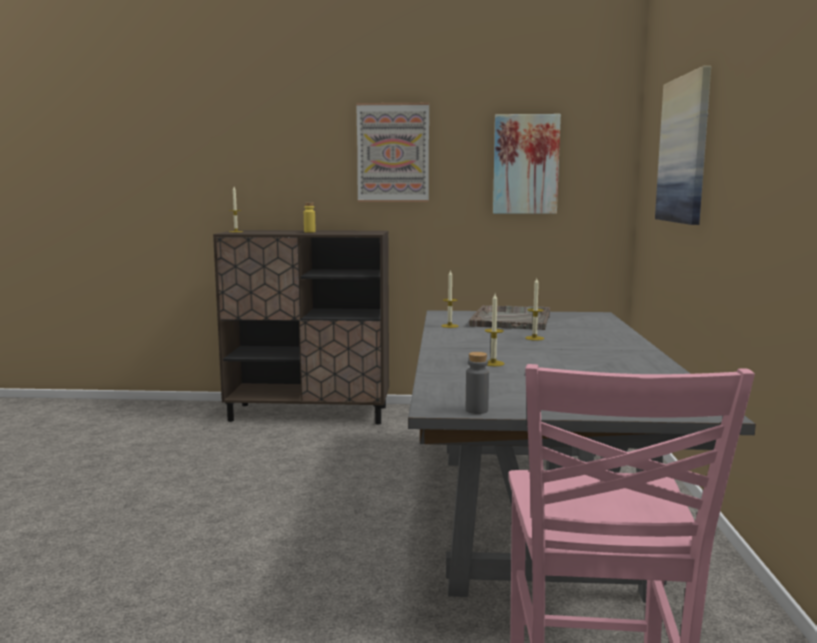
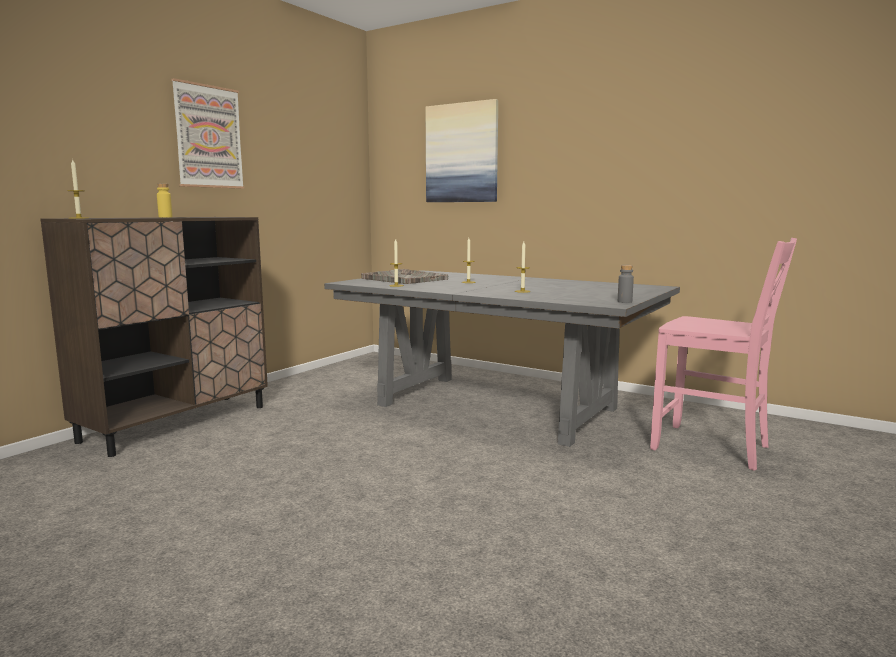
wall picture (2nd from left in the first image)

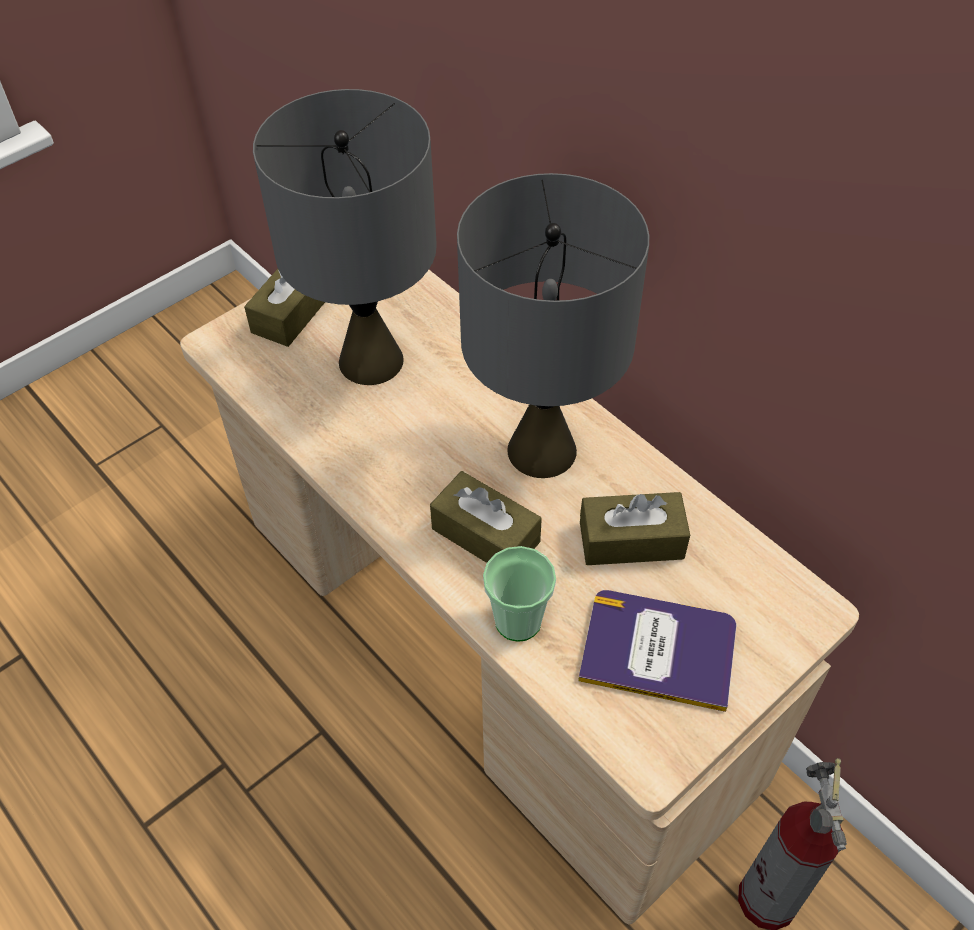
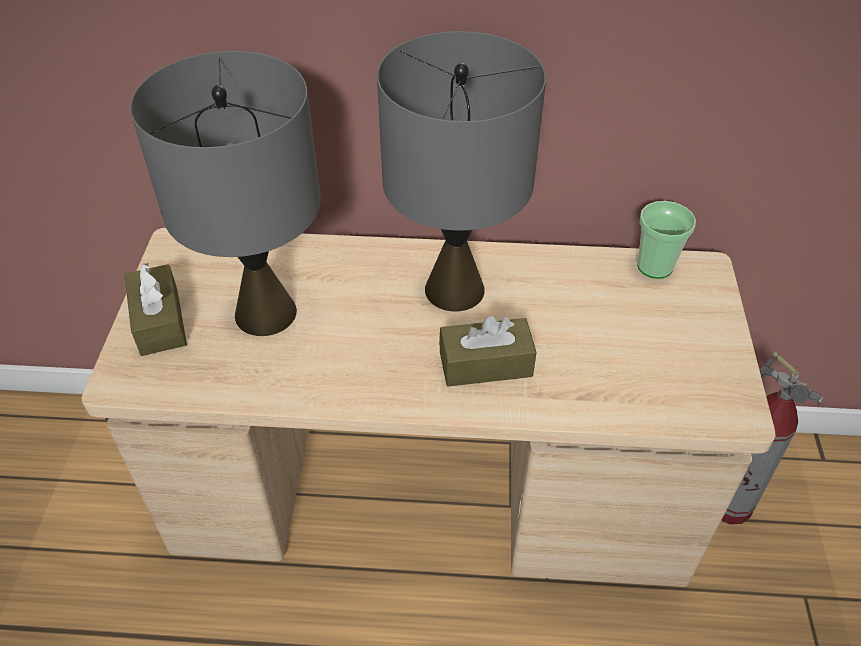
small cup
volume
box of tissues (brown-coloured) (3rd from left in the first image)

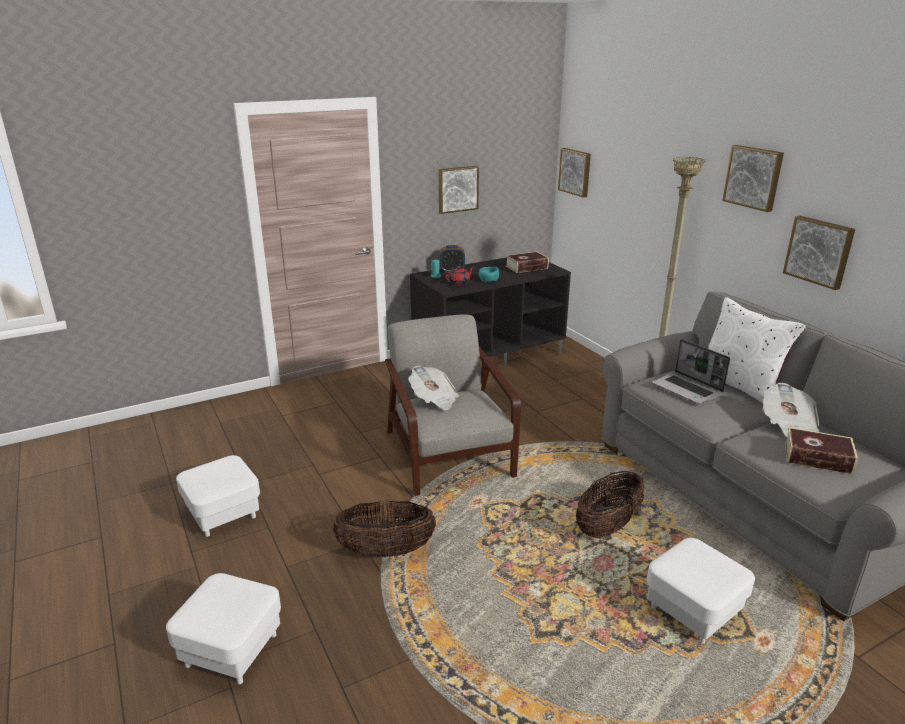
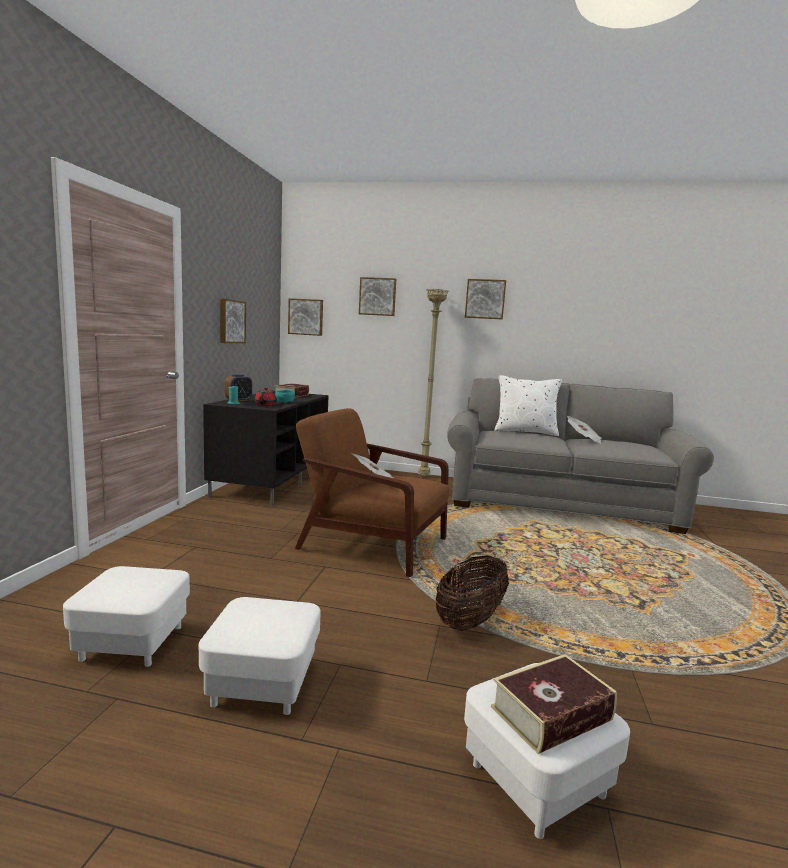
footrest (whitish) (1st from left)
lounge chair (brown-coloured)
wall picture (3rd from left)
volume (2nd from left)
basket (2nd from left in the first image)
laptop

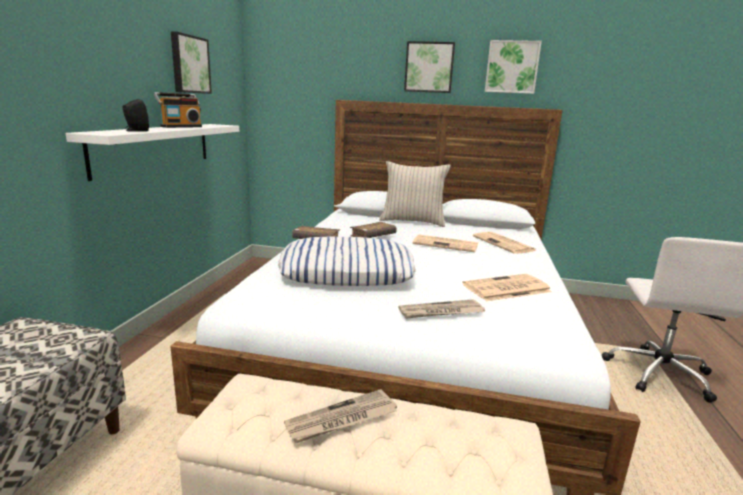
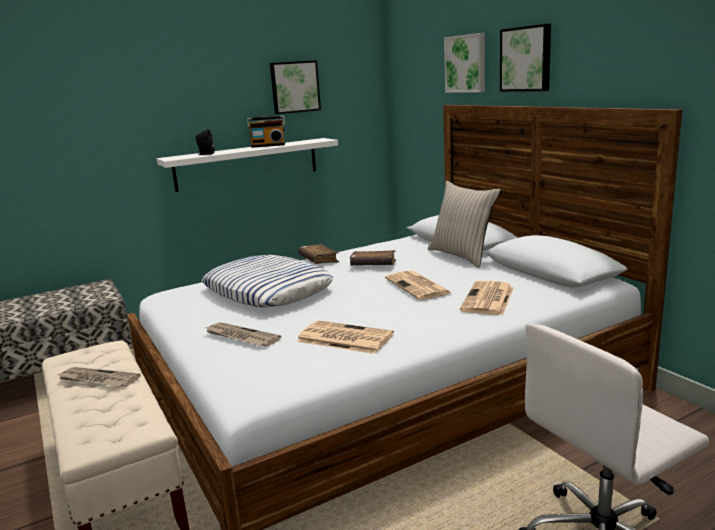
wall picture (2nd from left)

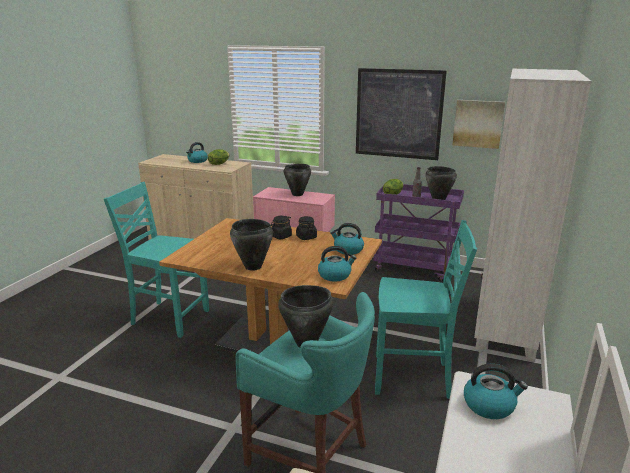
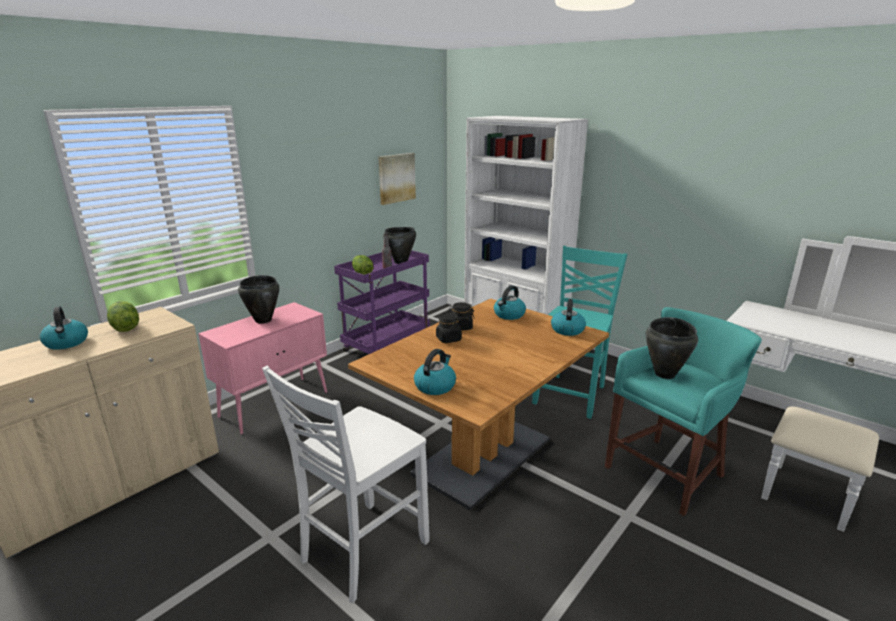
plain chair (whitish)
kettle (2nd from left)
stockpot (black) (1st from left in the first image)
wall picture (1st from left in the first image)

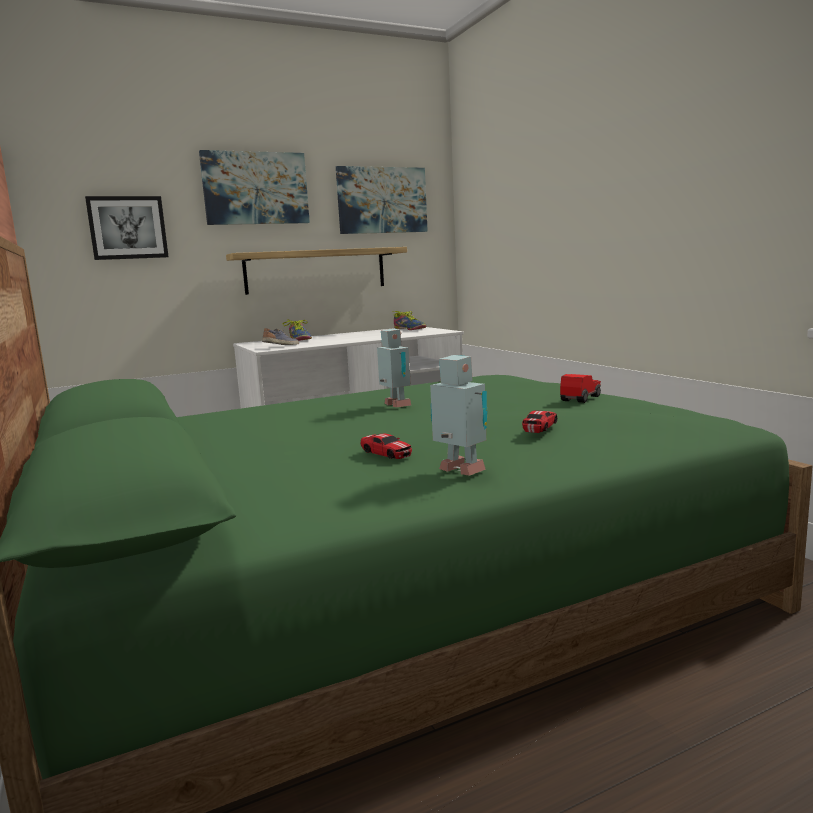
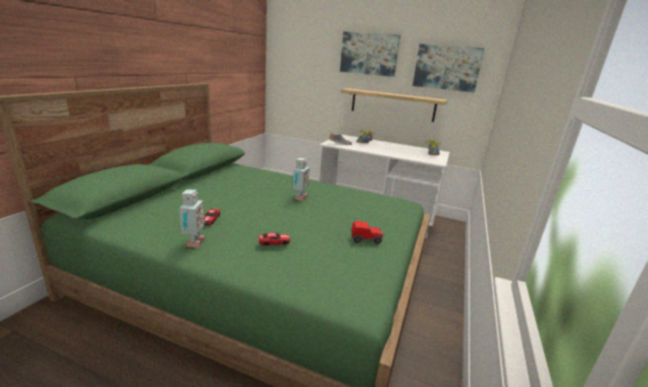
wall picture (1st from left in the first image)

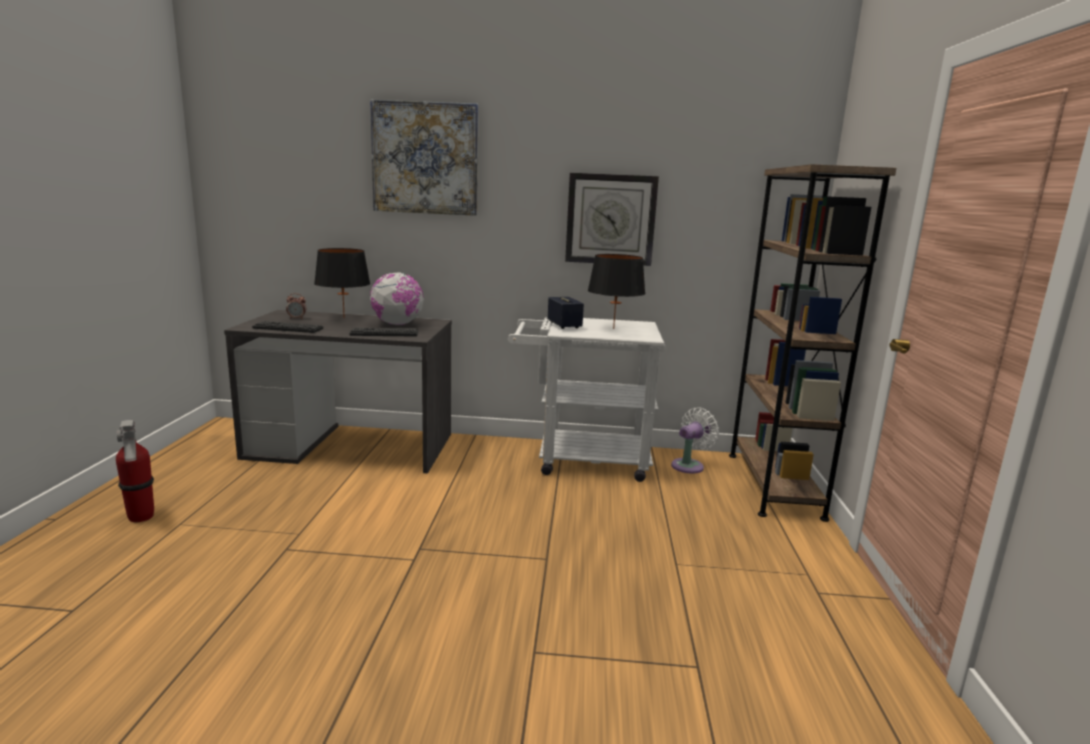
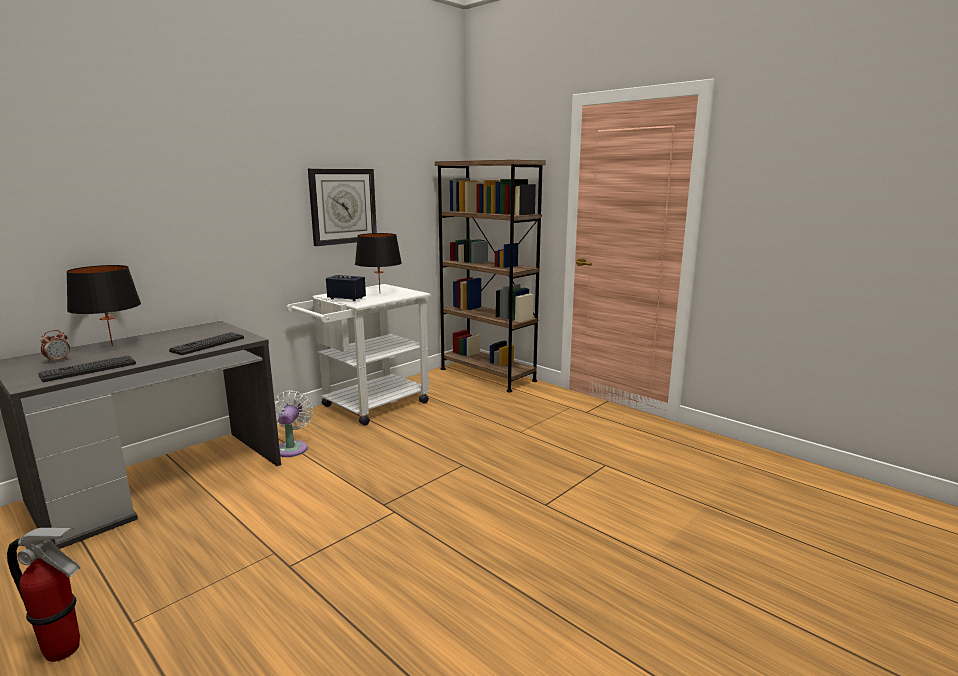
fan (whitish)
wall picture
desk globe

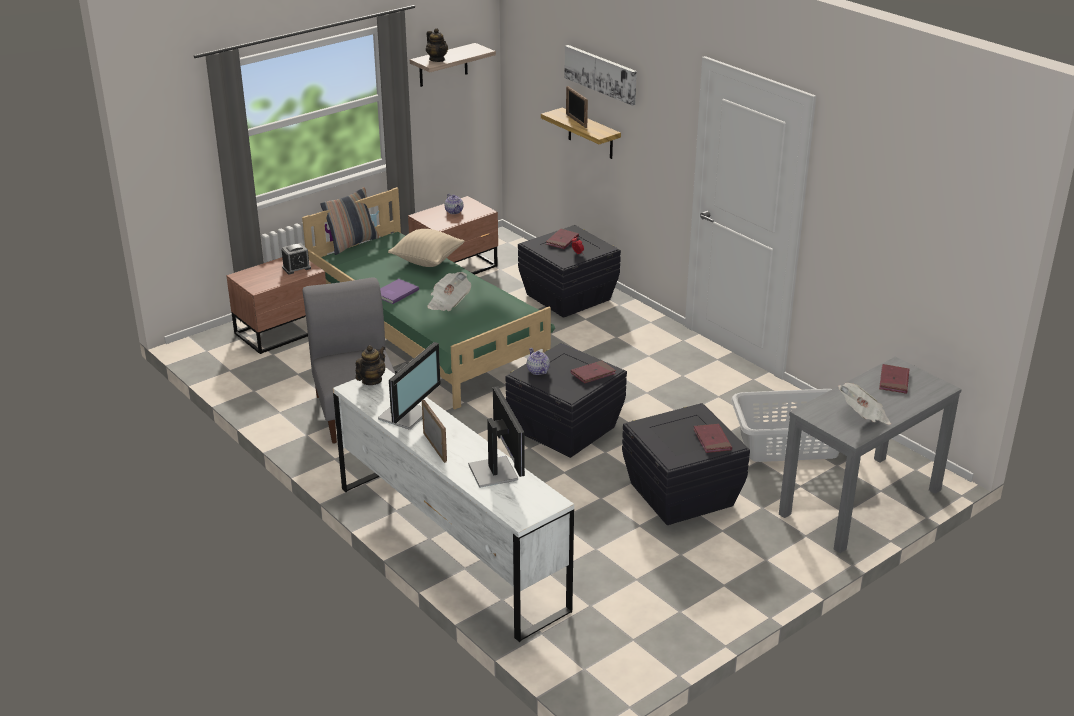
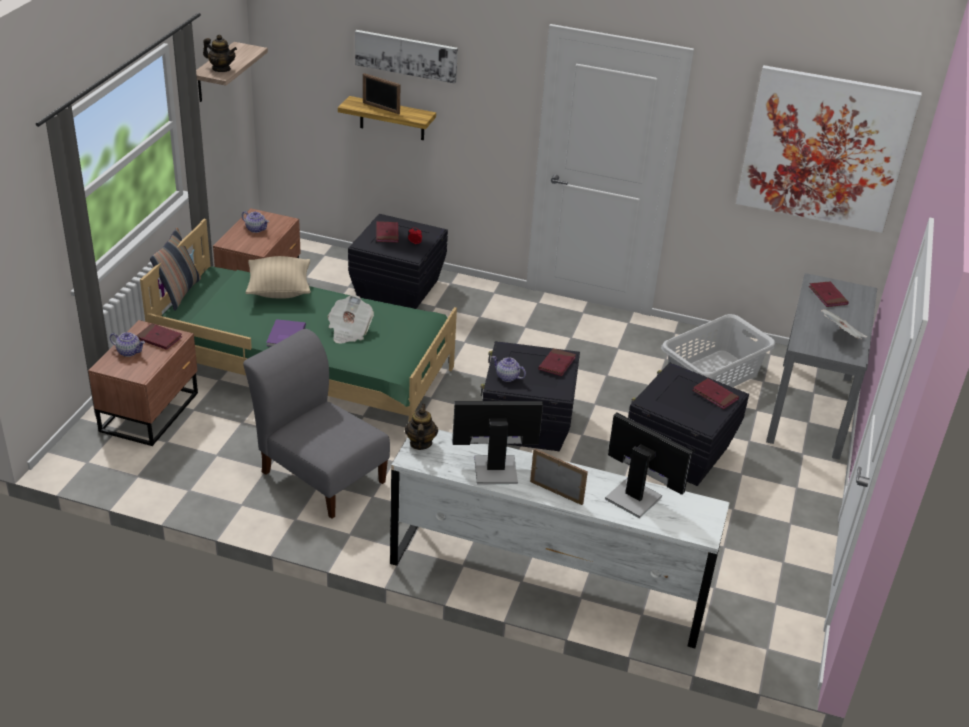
teapot (1st from left)
volume (red-coloured) (1st from left)
computer display (1st from left)
wall picture (2nd from left)

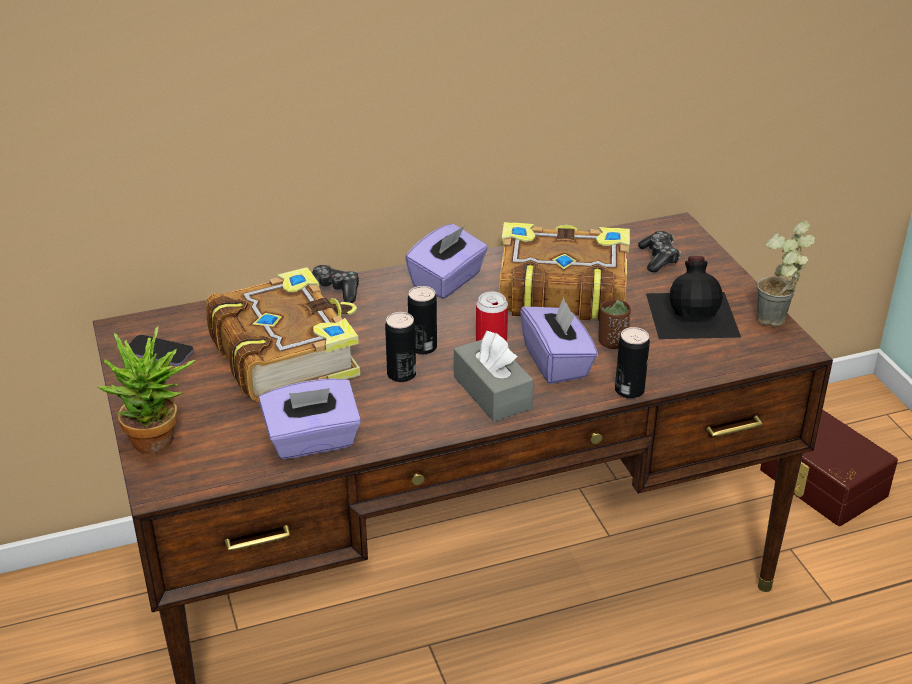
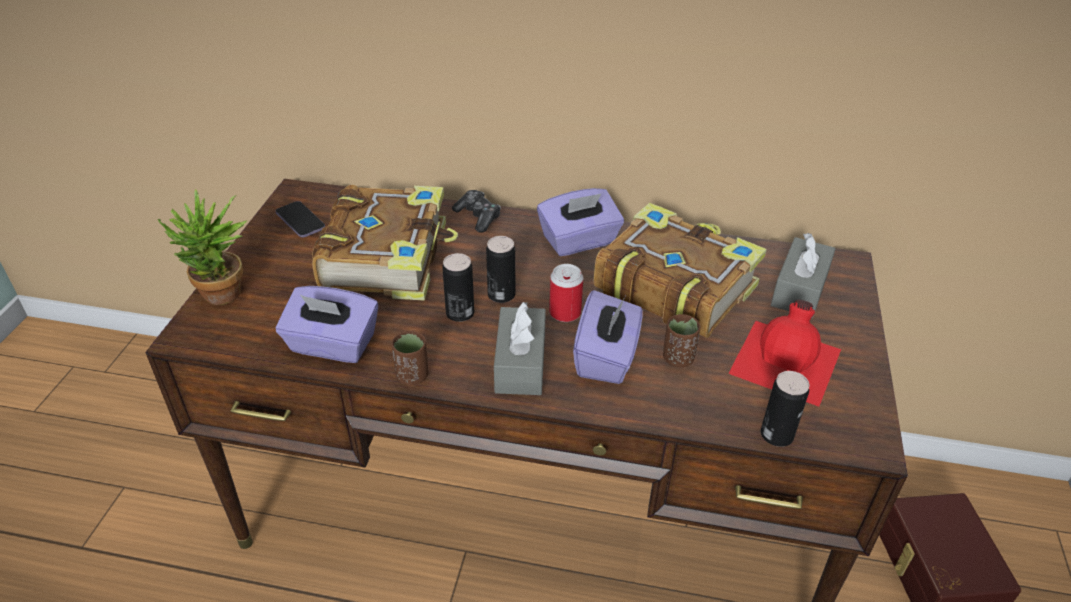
small cup (brown-coloured) (1st from left)
bottle (red-coloured)
can (4th from left)
box of tissues (grey) (2nd from left)
potted plant (2nd from left in the first image)

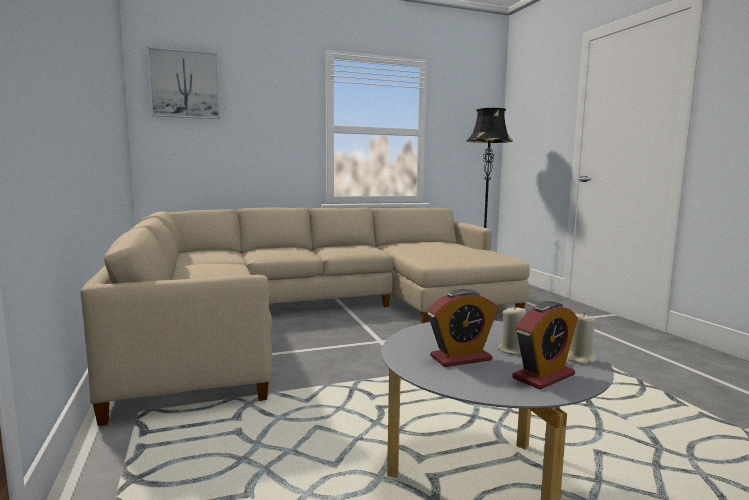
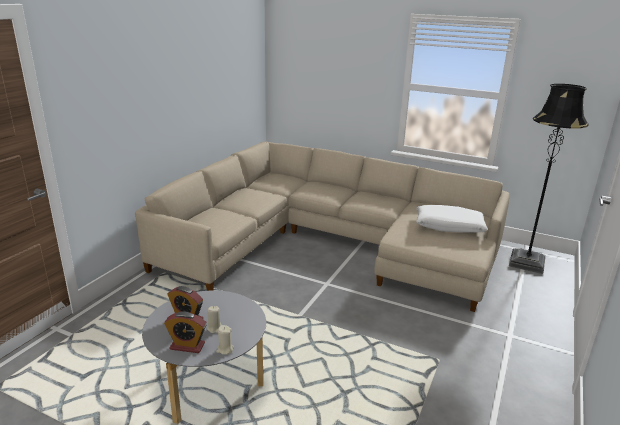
throw pillow (whitish)
wall picture

